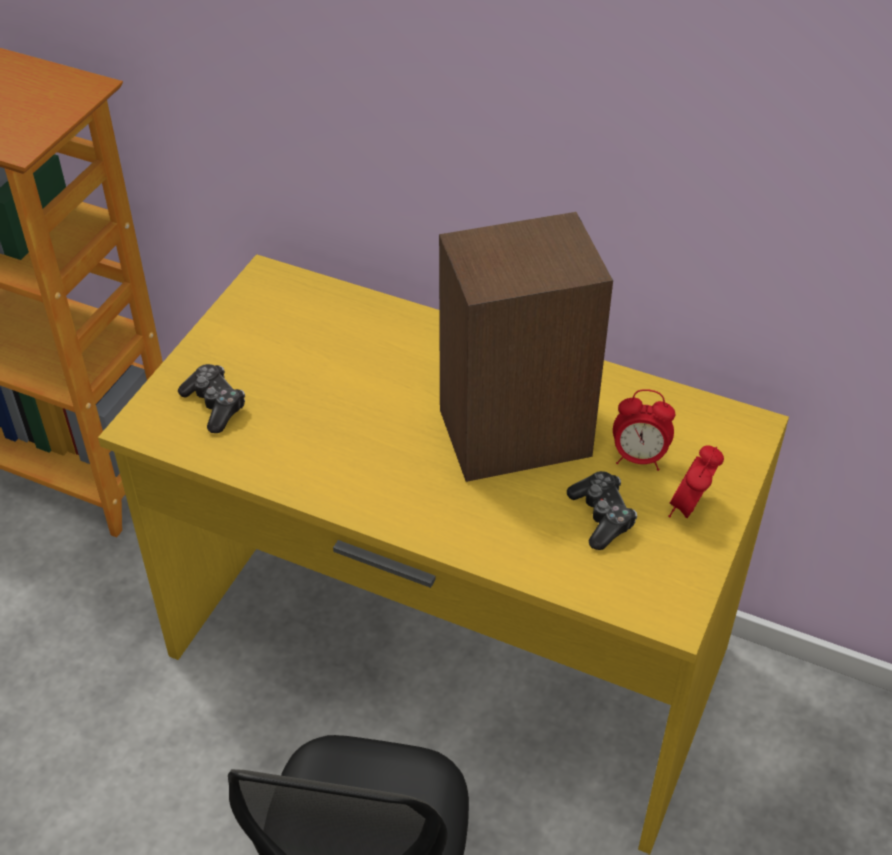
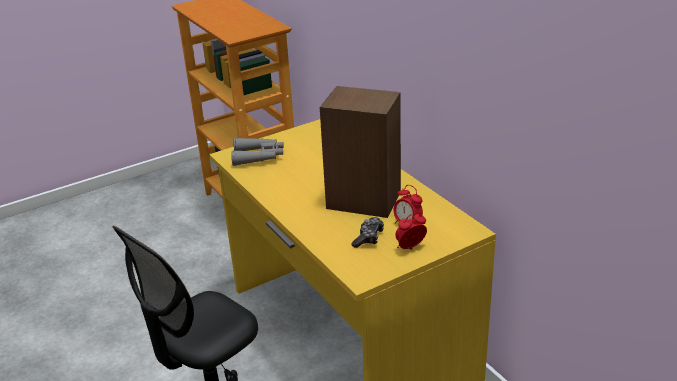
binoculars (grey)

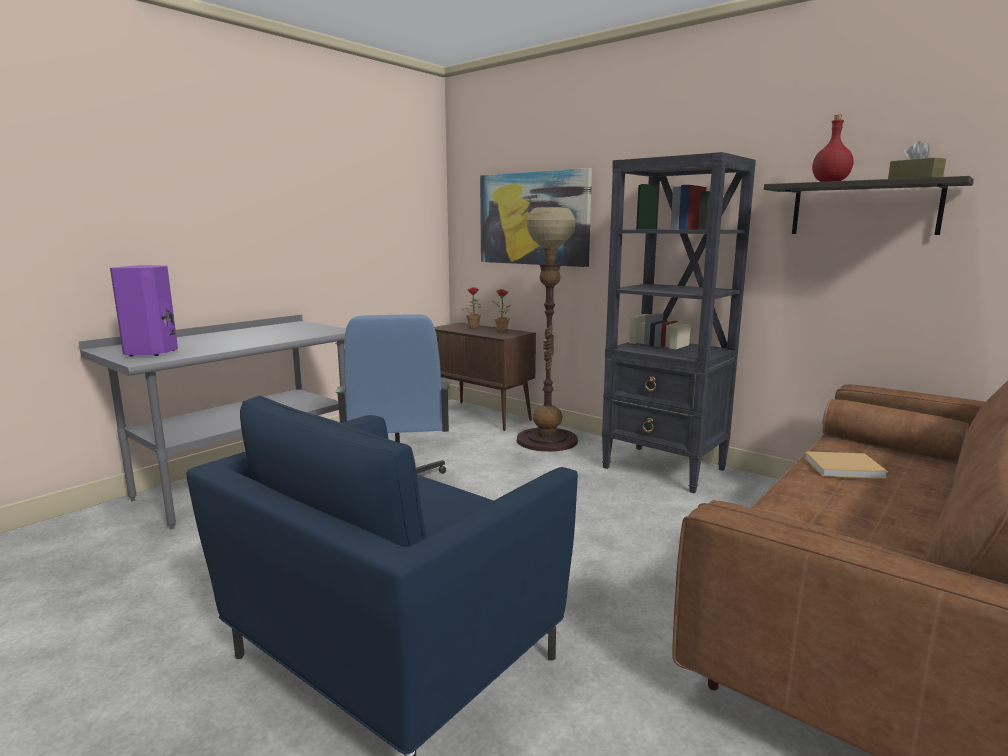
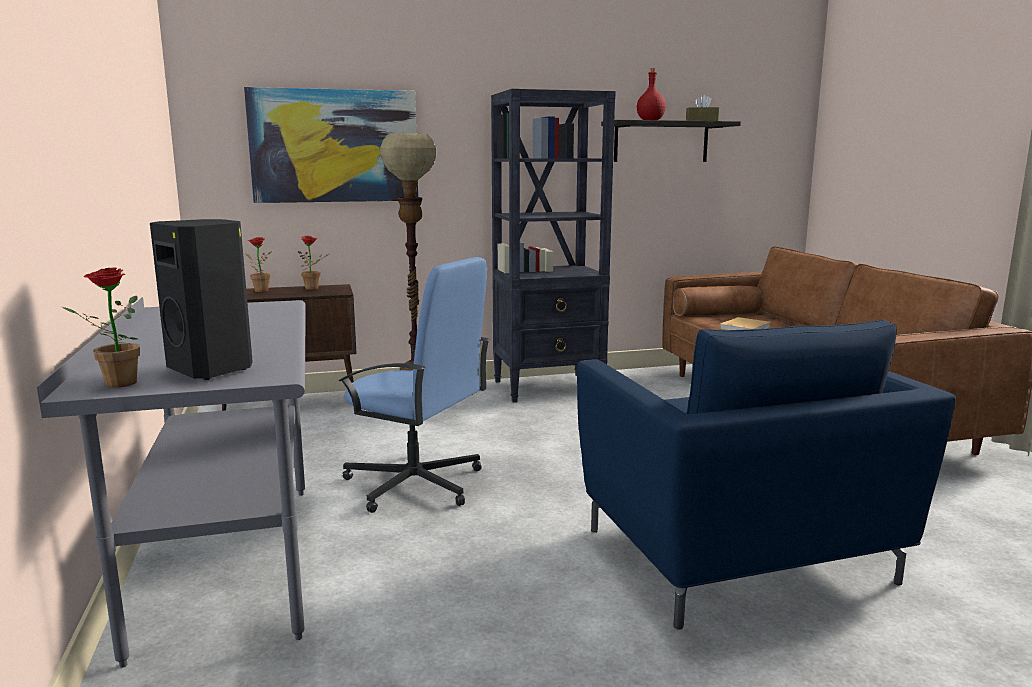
potted plant (1st from left)
audio speaker (black)

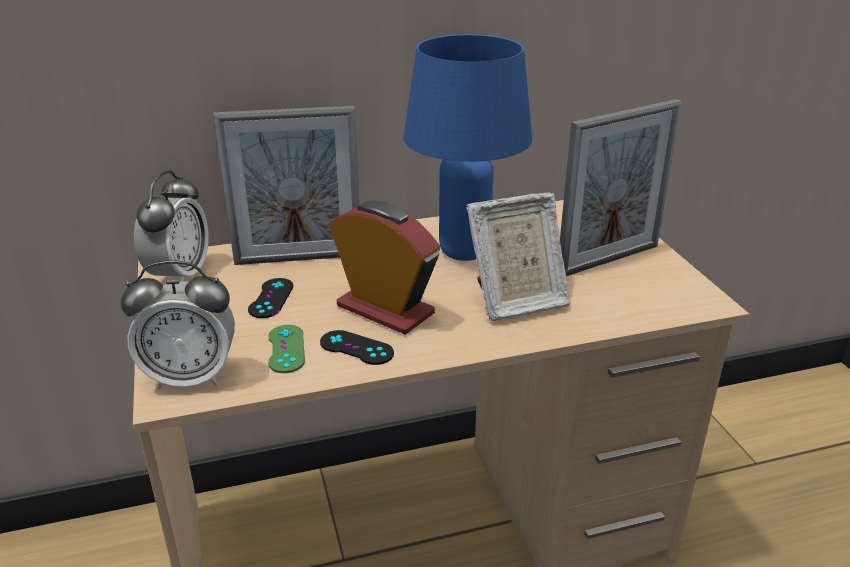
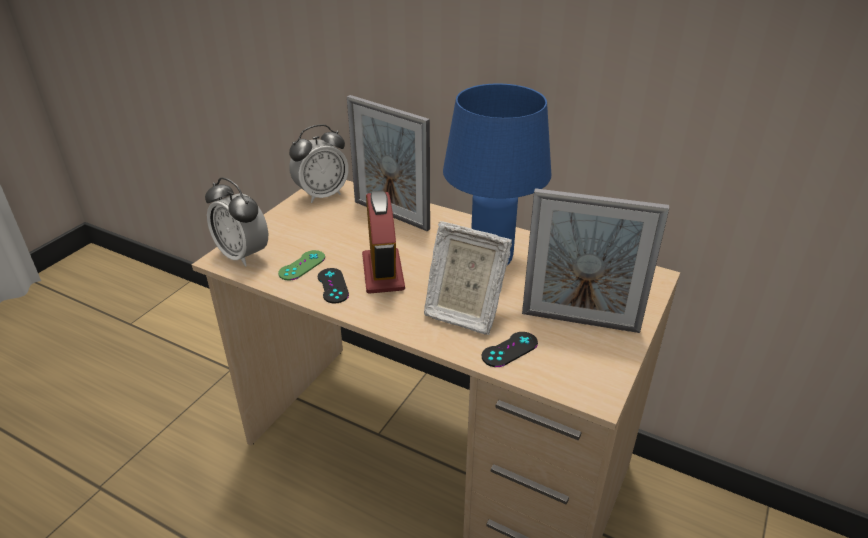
joypad (black) (2nd from left)

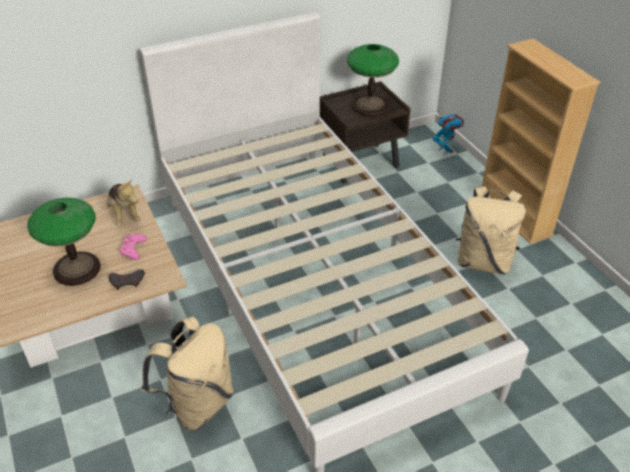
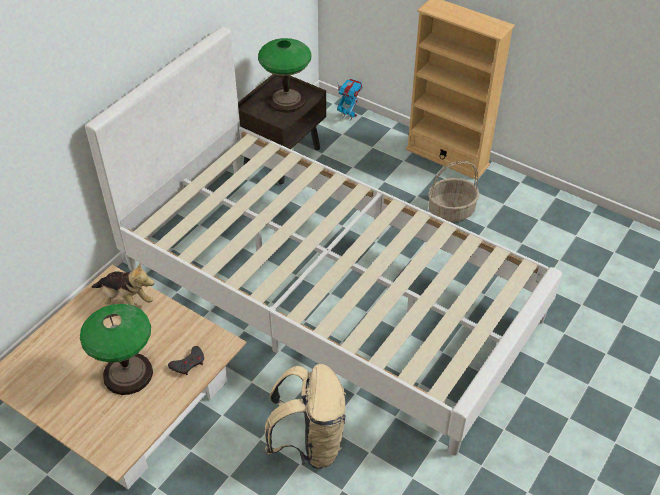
basket
joypad (pink)

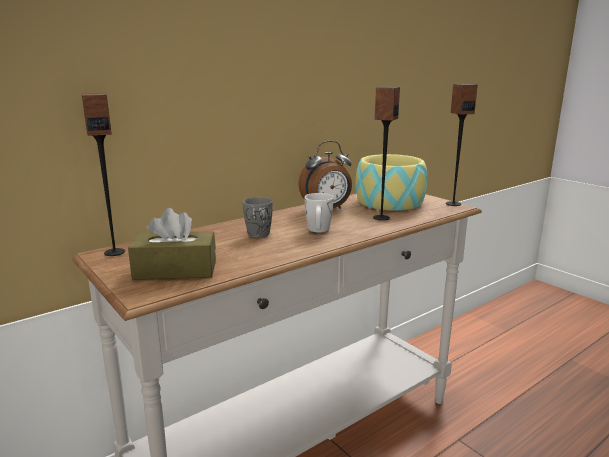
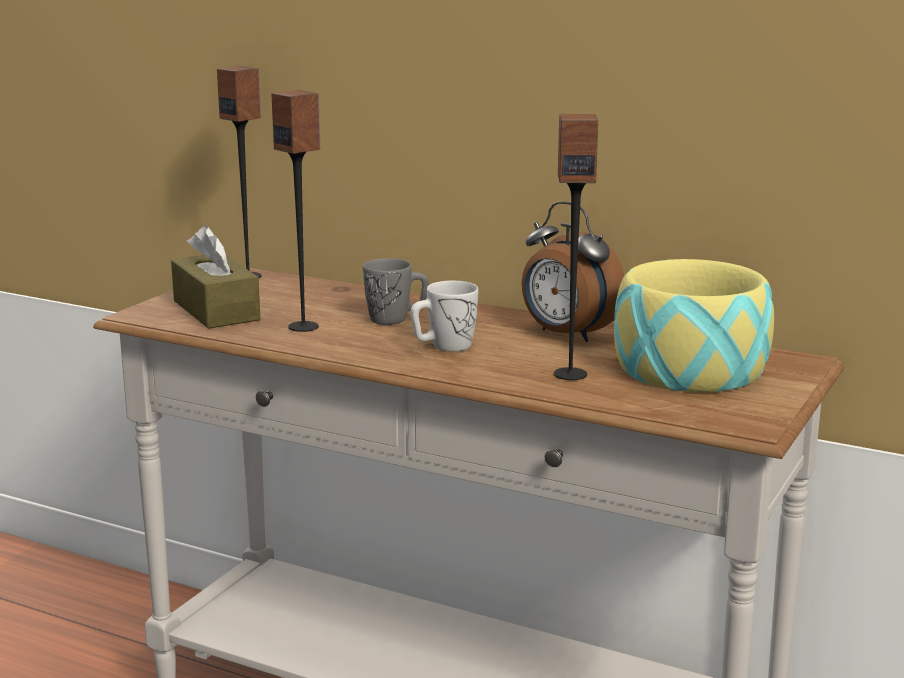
audio speaker (2nd from left)

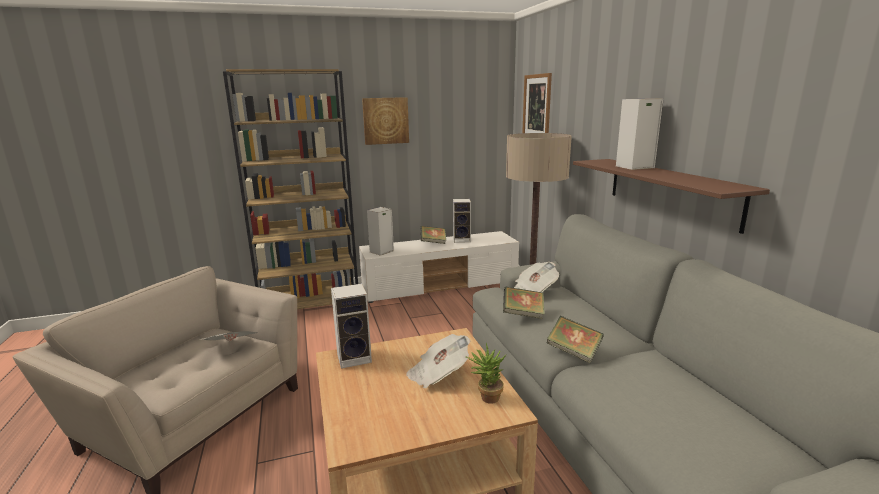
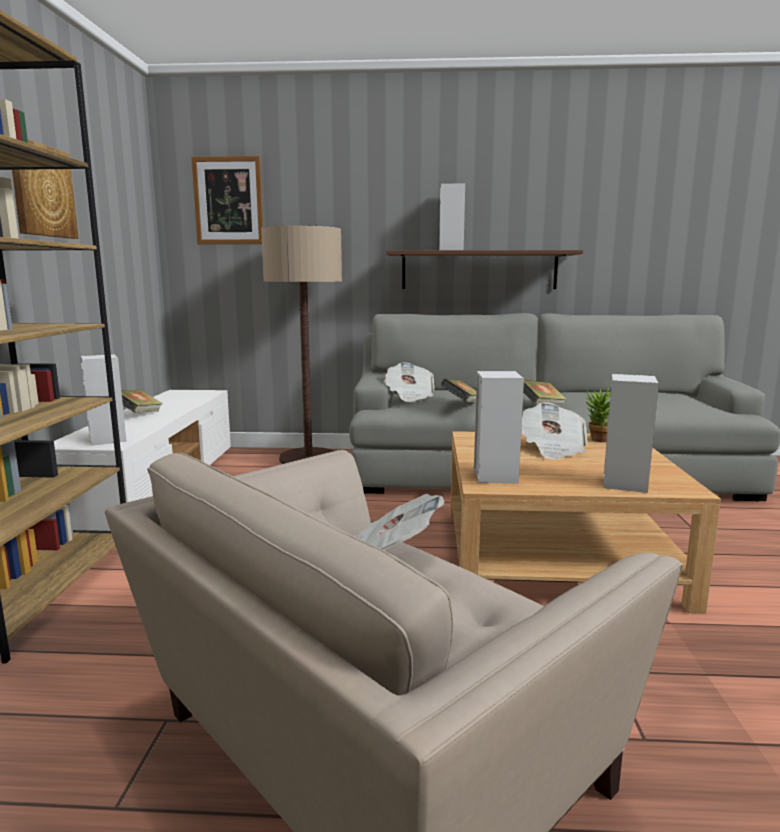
audio speaker (4th from left)

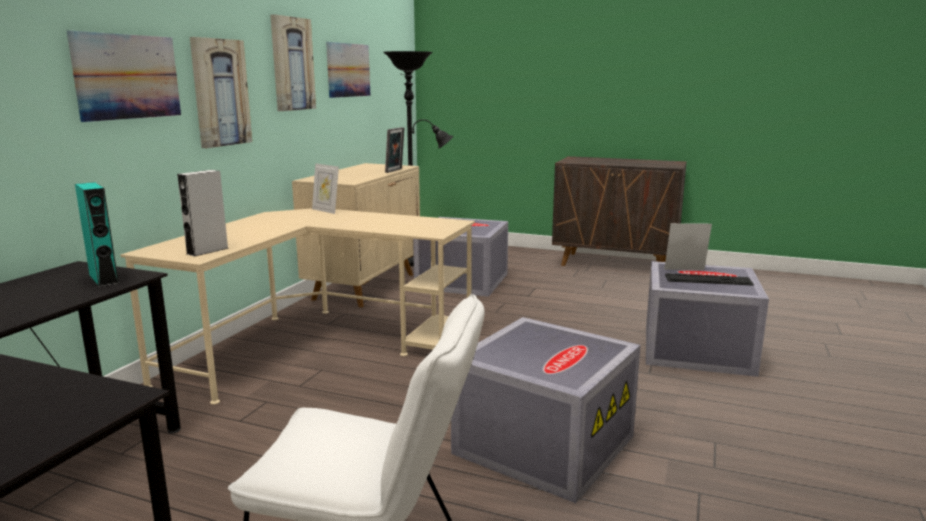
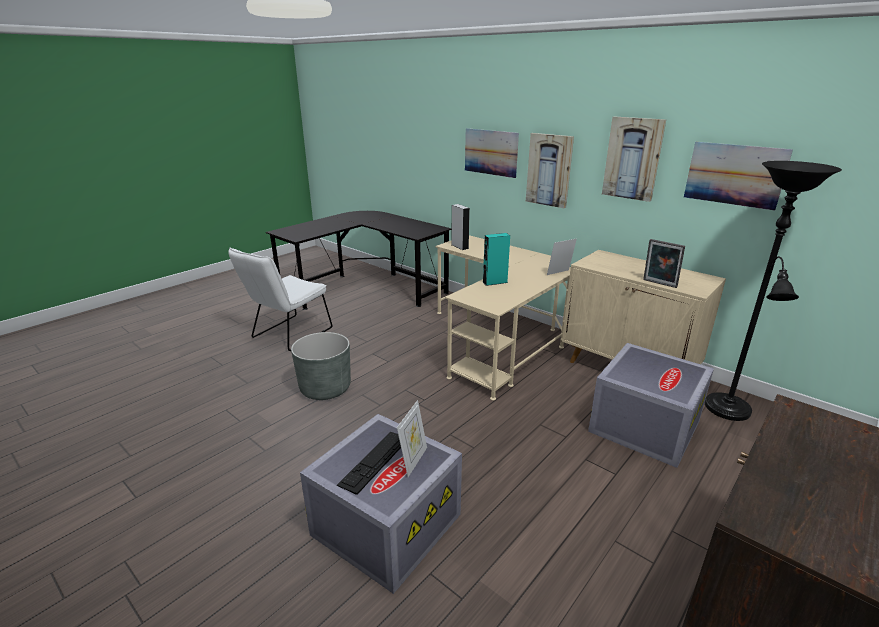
plant pot (grey)
audio speaker (turquoise)

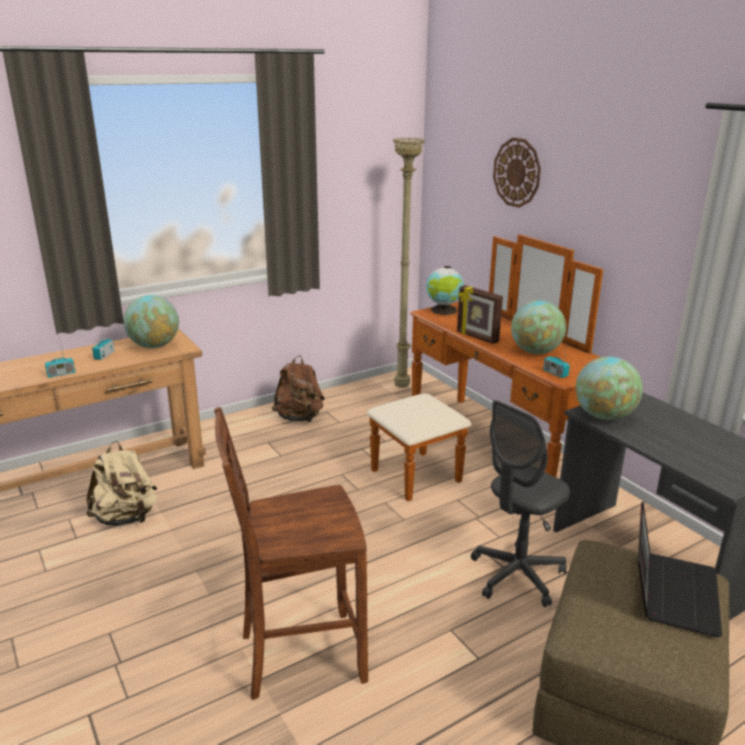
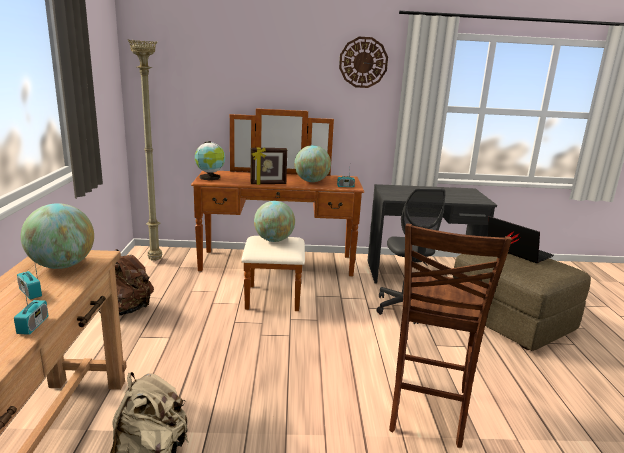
desk globe (3rd from left)
clock on the wall

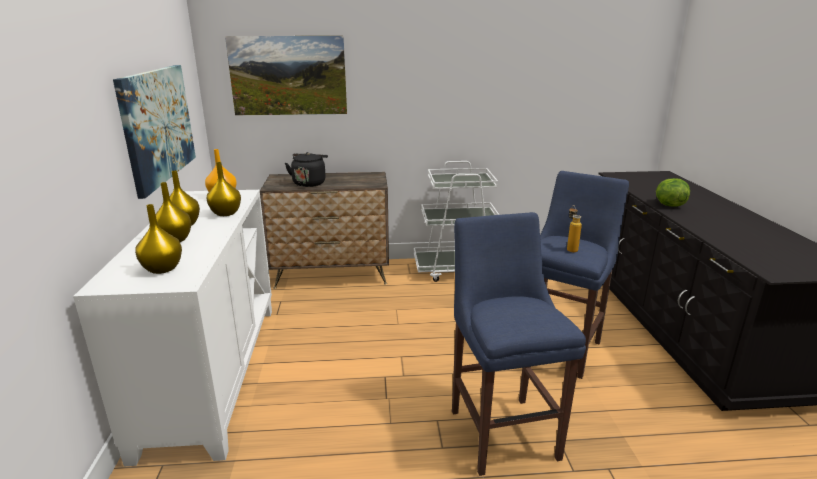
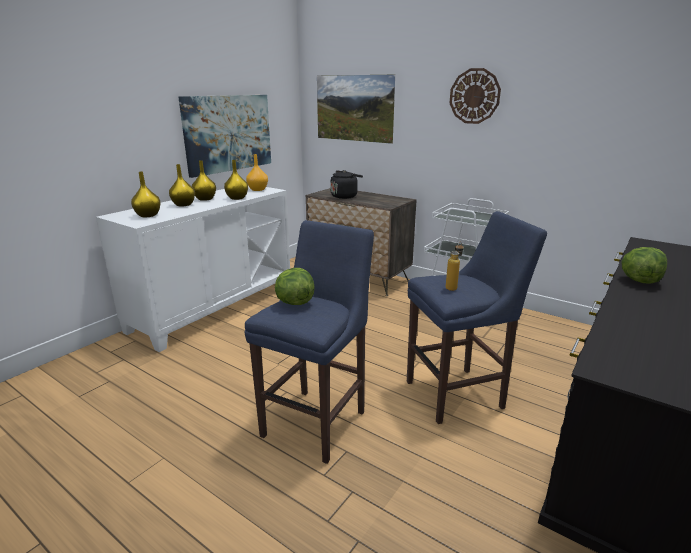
lettuce head (1st from left)
clock on the wall

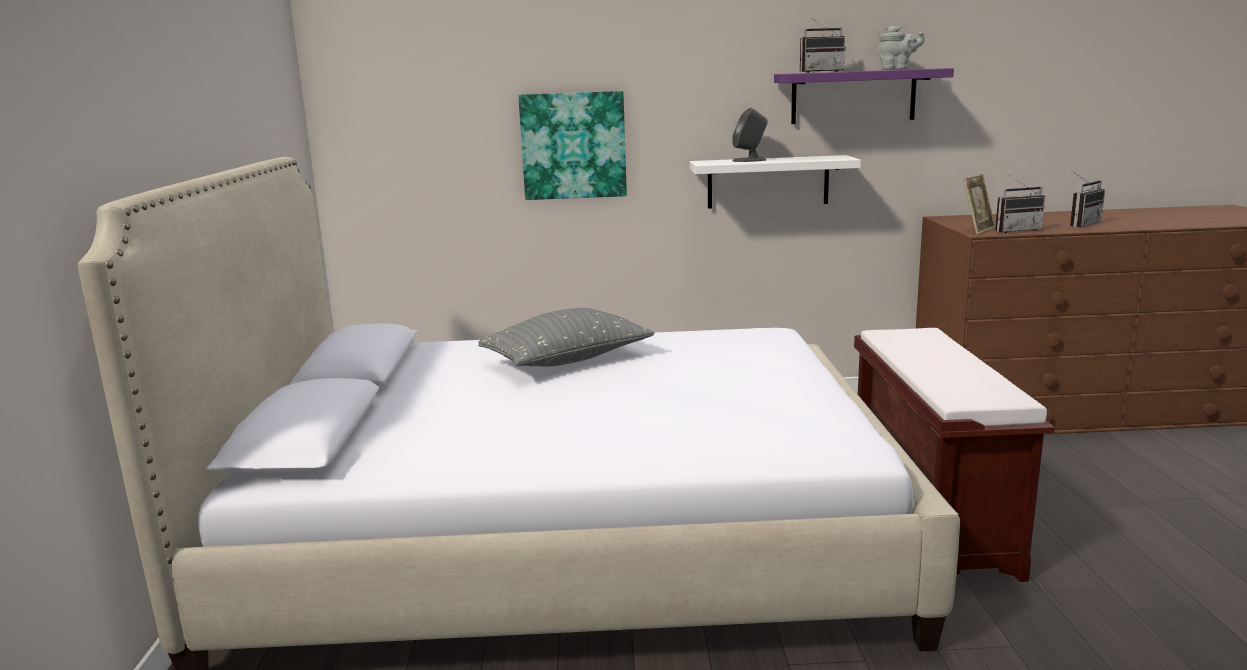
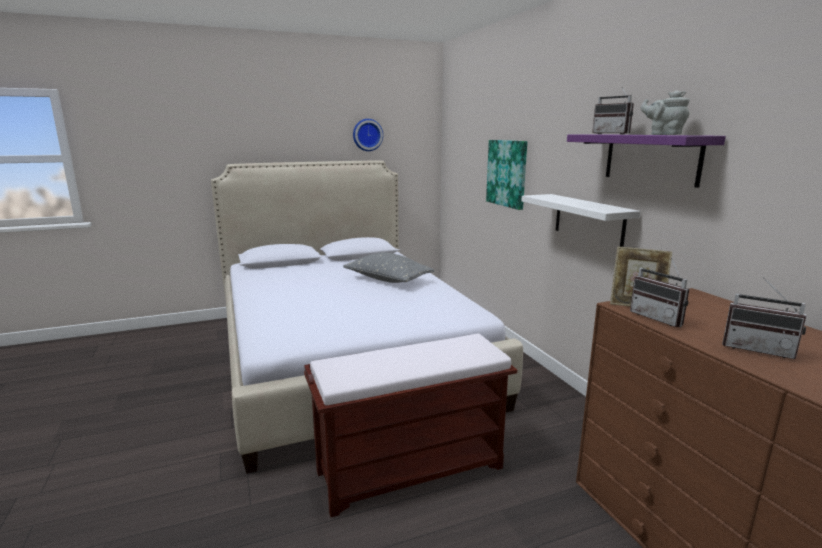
clock on the wall
teapot (grey)
audio speaker (grey)

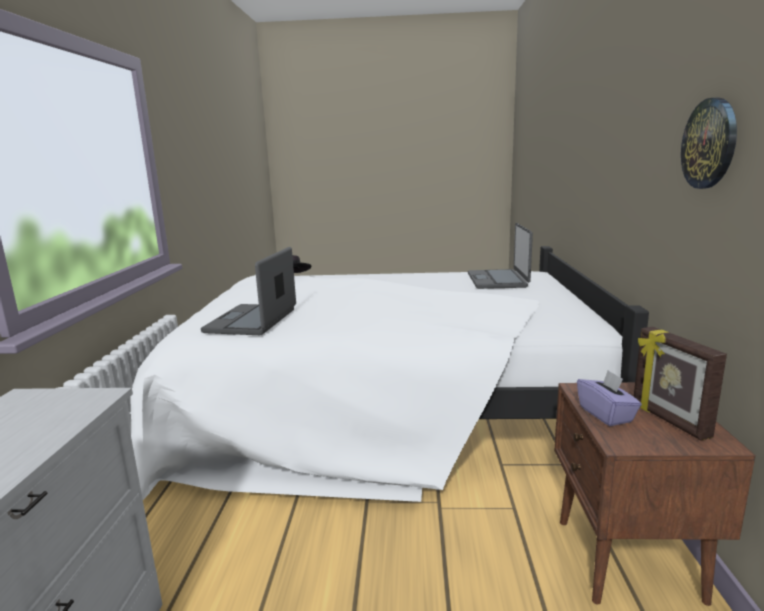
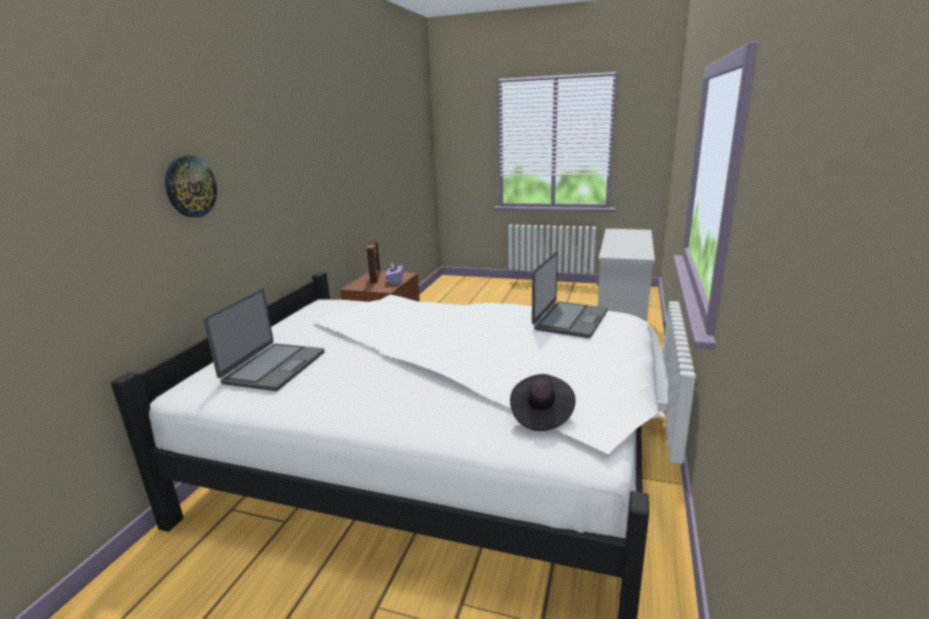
clock on the wall

